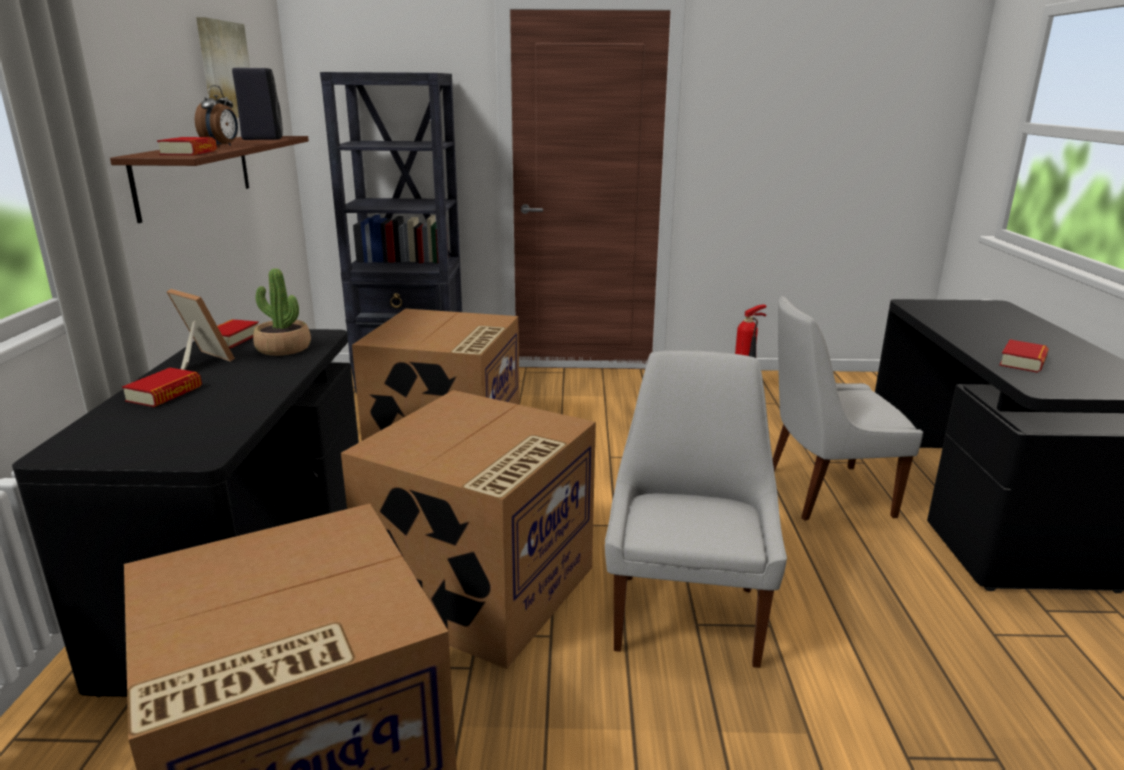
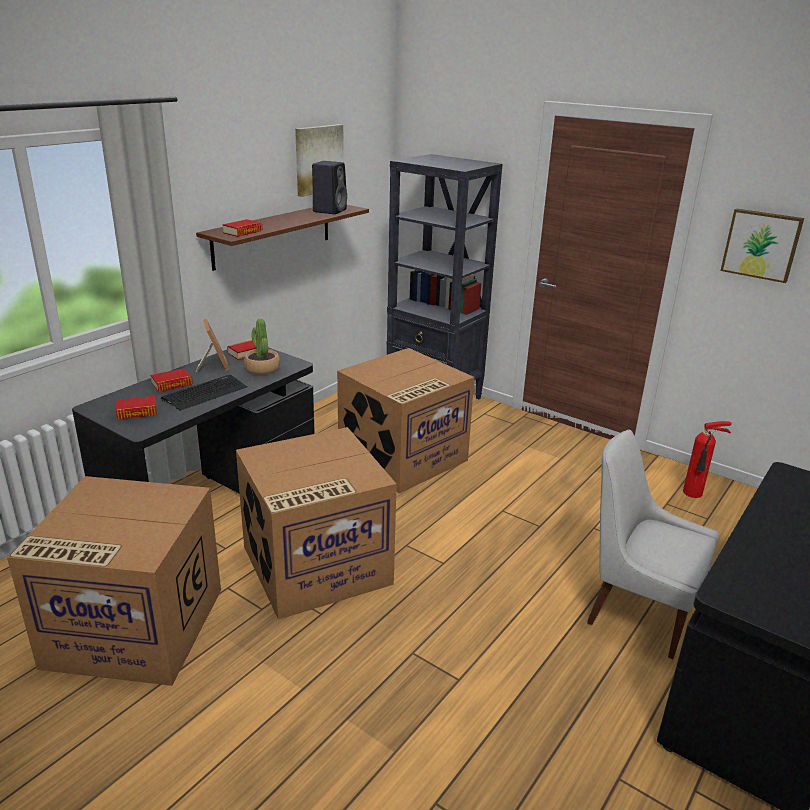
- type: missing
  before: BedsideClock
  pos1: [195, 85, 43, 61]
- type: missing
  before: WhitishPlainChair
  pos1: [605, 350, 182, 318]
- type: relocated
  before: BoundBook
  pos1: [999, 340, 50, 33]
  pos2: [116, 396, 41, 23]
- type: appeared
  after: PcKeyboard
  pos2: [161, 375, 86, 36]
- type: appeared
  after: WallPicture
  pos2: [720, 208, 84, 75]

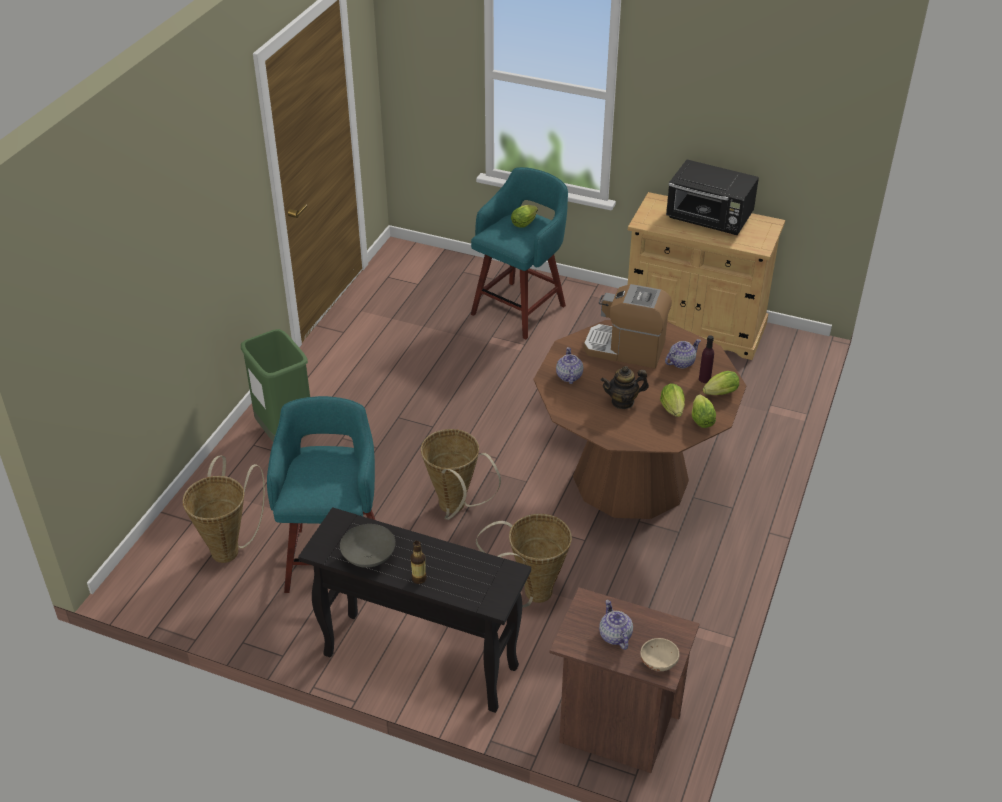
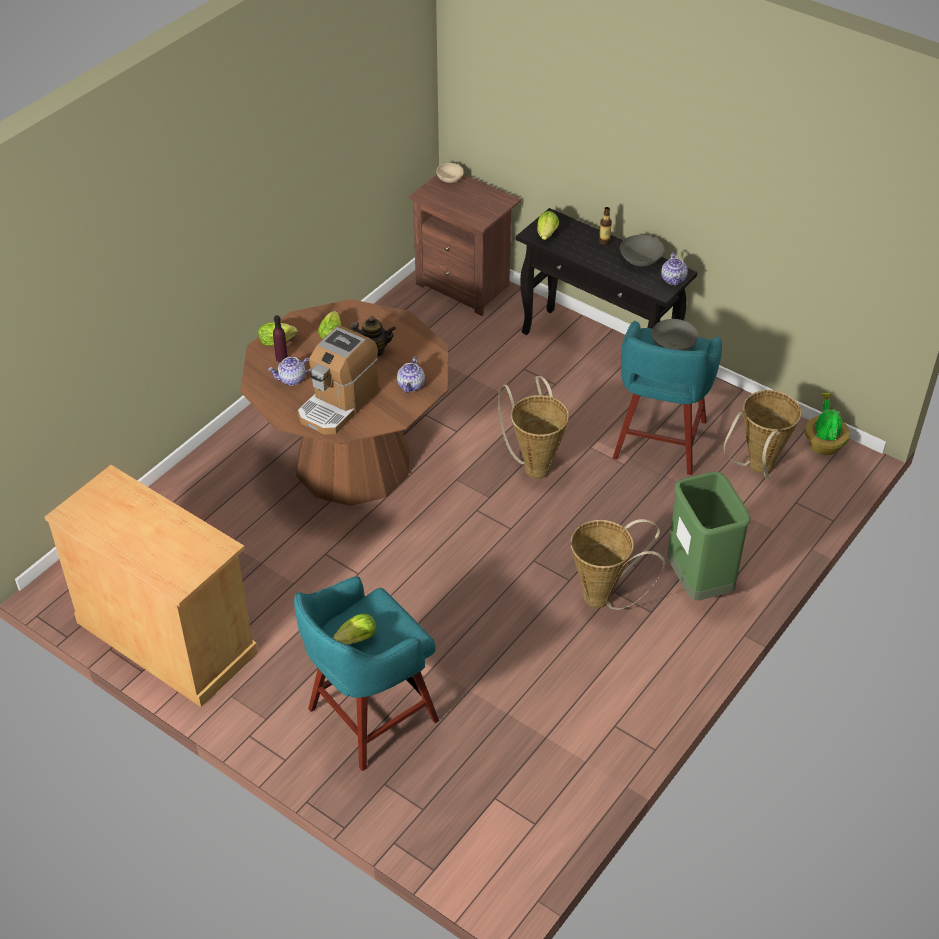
- type: relocated
  before: HouseholdBasket
  pos1: [476, 514, 96, 93]
  pos2: [571, 519, 94, 91]
- type: spun
  before: CoffeeBrewer
  pos1: [584, 284, 88, 84]
  pos2: [298, 326, 81, 109]
  turn: 90
- type: relocated
  before: TeaPot
  pos1: [599, 600, 34, 50]
  pos2: [661, 253, 27, 33]
- type: missing
  before: BlackKitchenMicrowave
  pos1: [666, 160, 93, 75]
- type: relocated
  before: HeadOfLettuce
  pos1: [692, 395, 24, 33]
  pos2: [537, 211, 22, 29]
- type: appeared
  after: GrayBowl
  pos2: [651, 319, 47, 32]
- type: appeared
  after: PlantInAPot
  pos2: [805, 393, 45, 62]

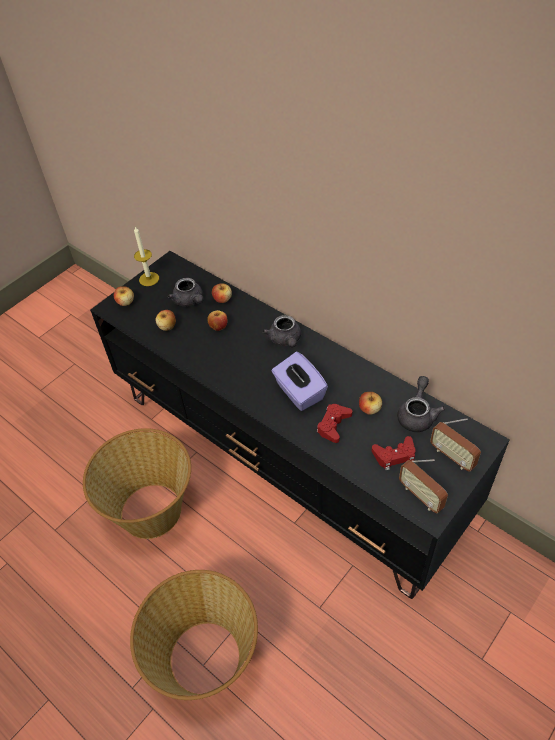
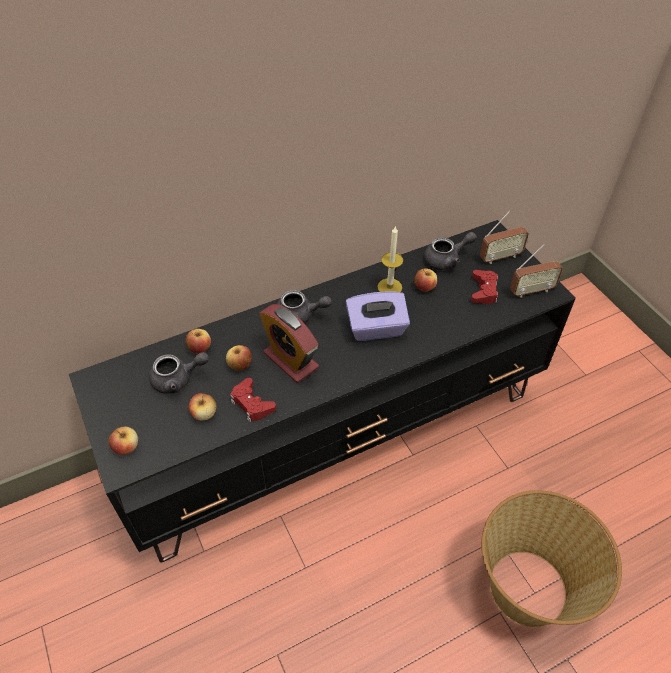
- type: missing
  before: HouseholdBasket
  pos1: [83, 428, 108, 111]
- type: relocated
  before: WaxLight
  pos1: [134, 227, 25, 59]
  pos2: [378, 227, 25, 65]
- type: relocated
  before: RedGameController
  pos1: [317, 404, 35, 39]
  pos2: [230, 378, 46, 44]
- type: spun
  before: GrayTeaPot
  pos1: [397, 376, 48, 56]
  pos2: [424, 232, 53, 38]
  turn: 120
- type: appeared
  after: BedsideClock
  pos2: [260, 304, 59, 79]

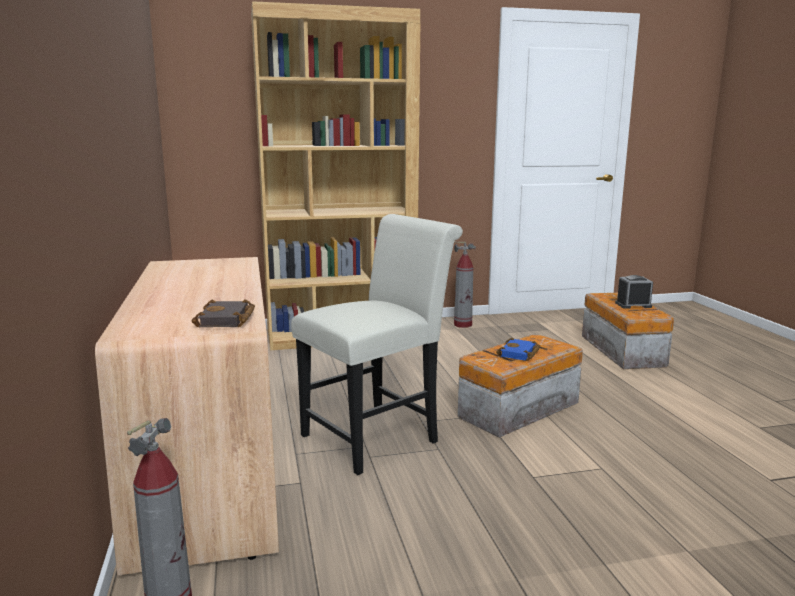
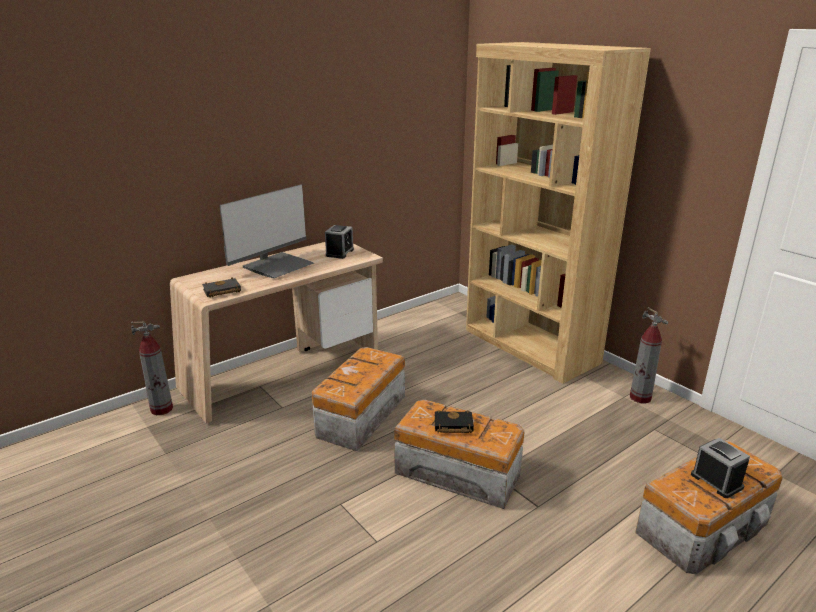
- type: exchanged
  before: WhitishPlainChair
  after: StorageContainer
  pos1: [291, 214, 172, 261]
  pos2: [312, 347, 93, 104]
- type: colour
  before: BluishBoundBook
  after: BlackBoundBook
  pos1: [496, 338, 44, 23]
  pos2: [435, 410, 39, 23]
- type: appeared
  after: ComputerDisplay
  pos2: [219, 184, 95, 94]
- type: appeared
  after: BedsideClock
  pos2: [325, 225, 29, 34]

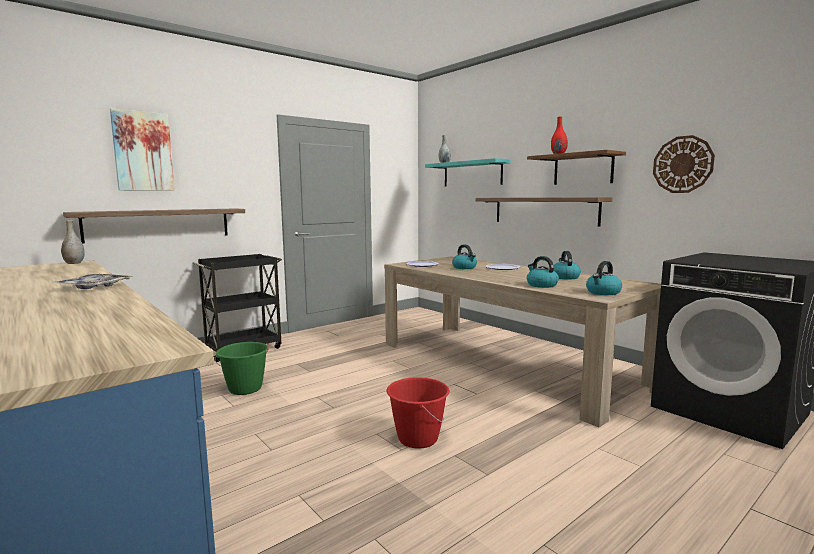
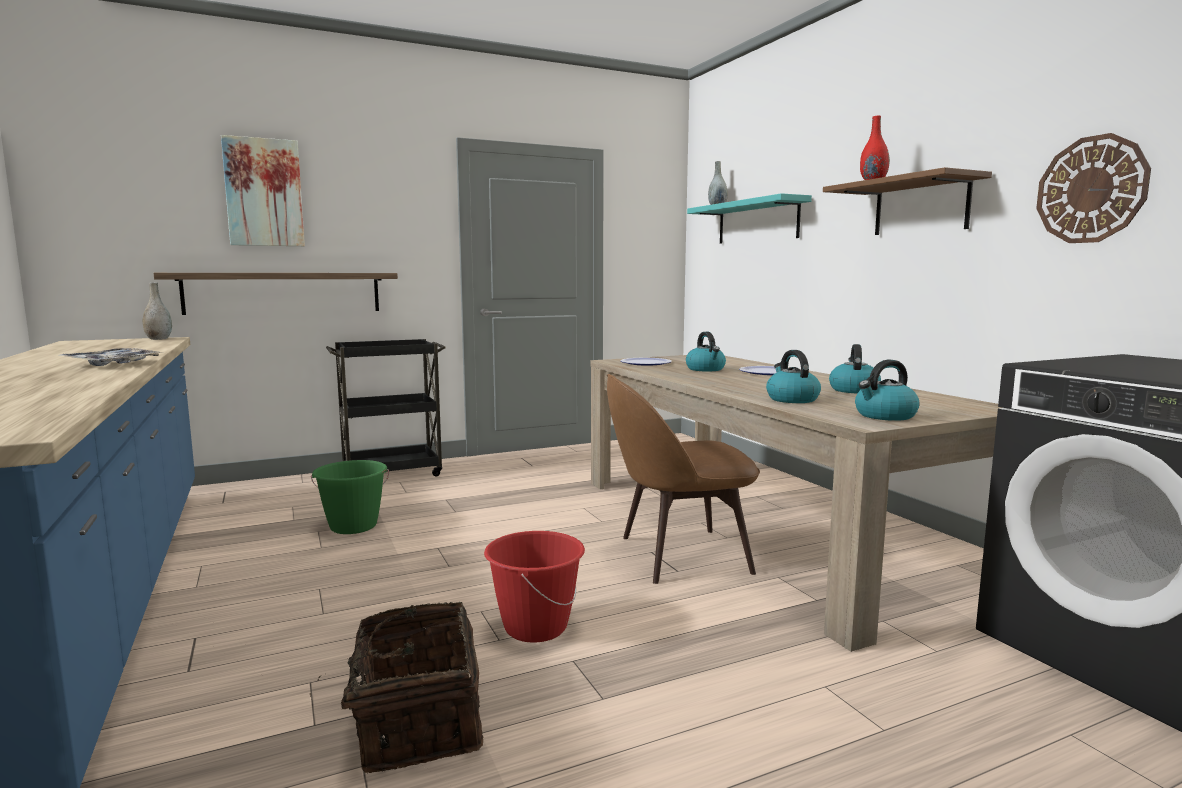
- type: missing
  before: BracketShelf
  pos1: [475, 197, 138, 29]
- type: appeared
  after: HouseholdBasket
  pos2: [310, 602, 173, 172]
- type: appeared
  after: BrownPlainChair
  pos2: [607, 374, 153, 210]

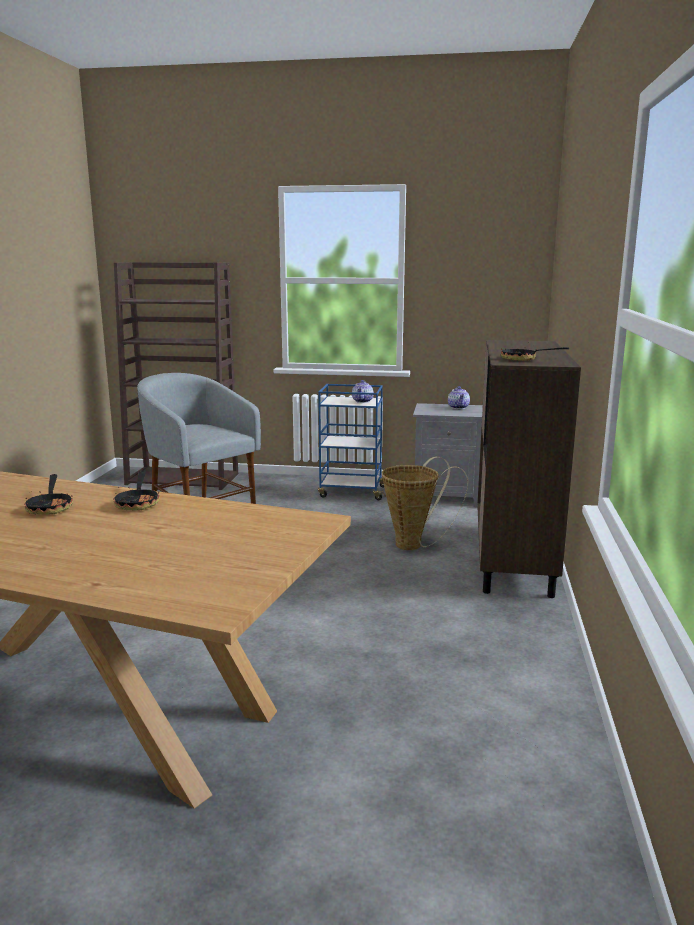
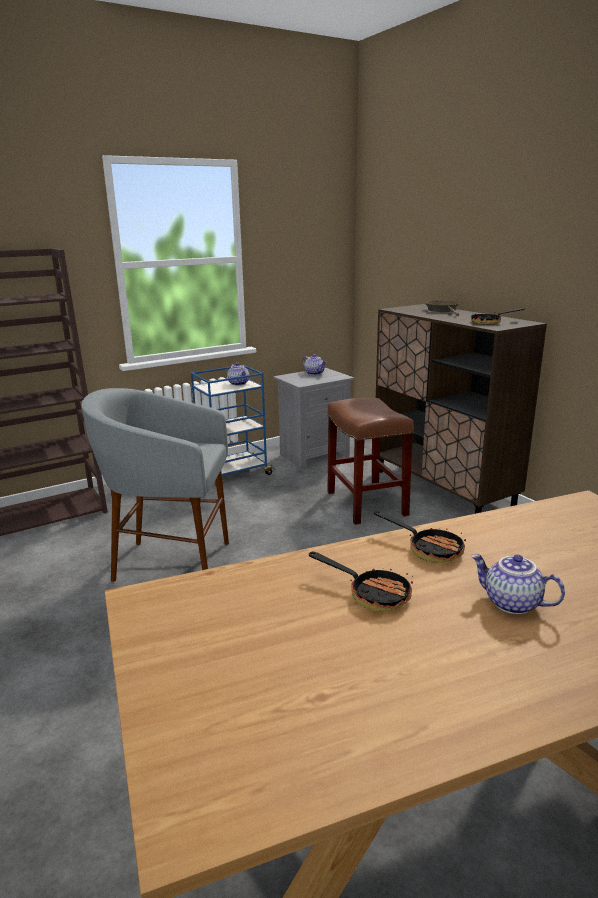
- type: exchanged
  before: HouseholdBasket
  after: BrownStoolSeat
  pos1: [382, 456, 86, 94]
  pos2: [327, 397, 87, 128]
- type: appeared
  after: BrownPan
  pos2: [425, 300, 35, 16]
- type: appeared
  after: TeaPot
  pos2: [471, 554, 94, 60]

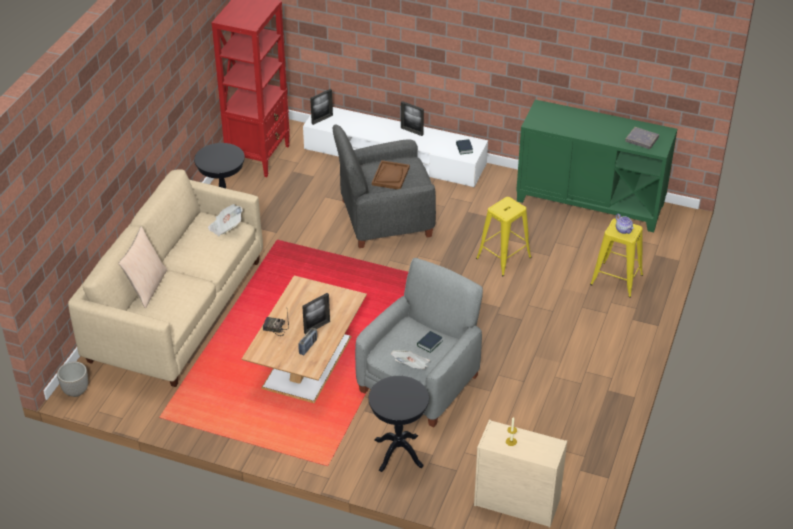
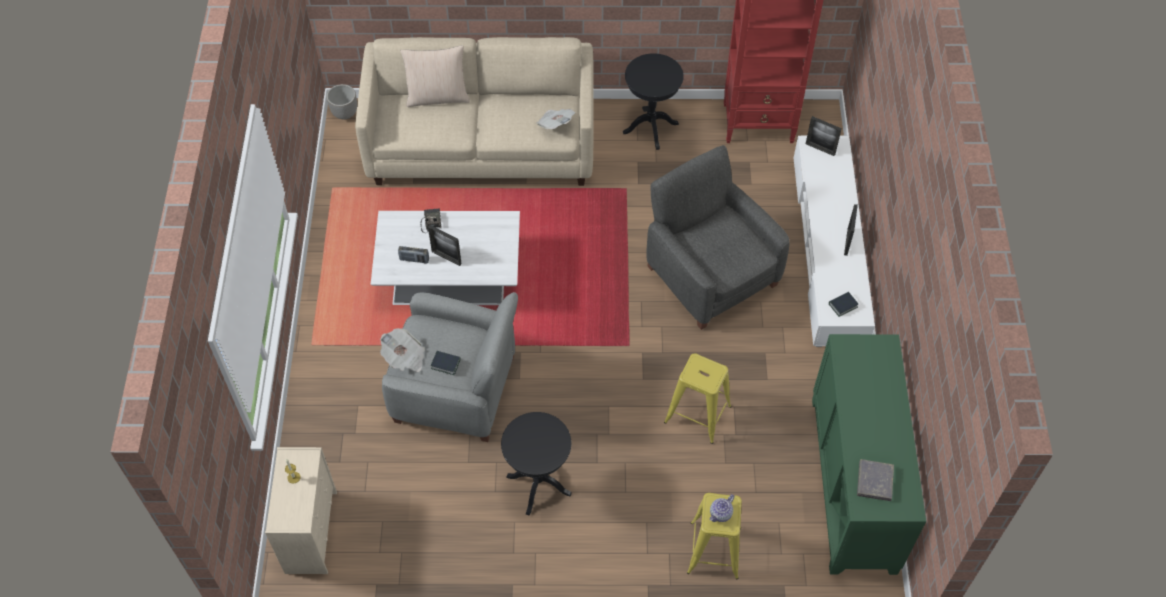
- type: colour
  before: BrownLowTable
  after: WhitishLowTable
  pos1: [242, 275, 125, 128]
  pos2: [371, 211, 149, 94]
- type: relocated
  before: BlackAccentTable
  pos1: [368, 376, 61, 96]
  pos2: [501, 412, 71, 104]
- type: missing
  before: BrownServingTray
  pos1: [372, 160, 38, 29]

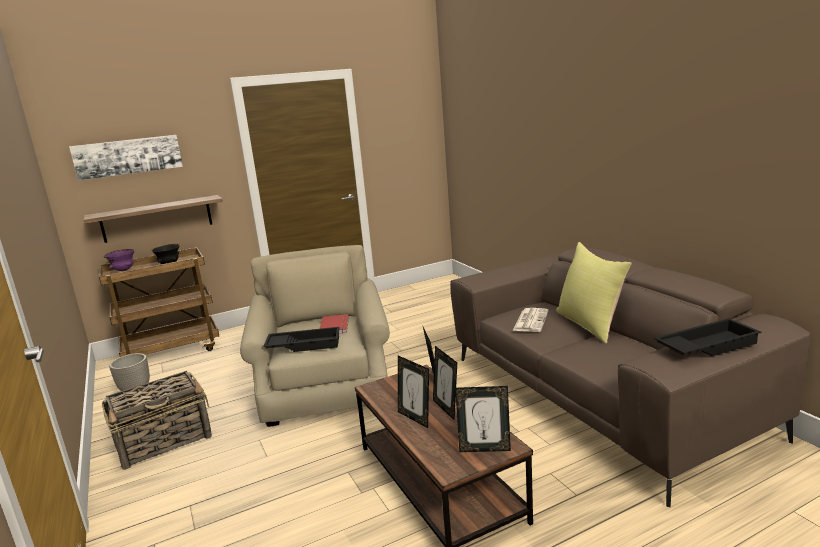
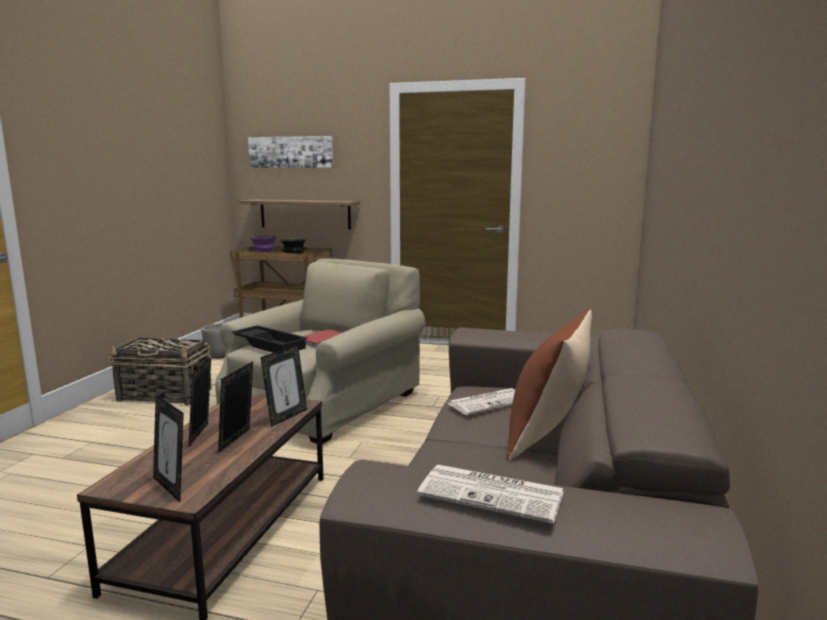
- type: colour
  before: YellowPillow
  after: BrownPillow
  pos1: [556, 242, 76, 102]
  pos2: [506, 309, 86, 151]
- type: exchanged
  before: BlackServingTray
  after: PrintedPaper
  pos1: [654, 318, 108, 38]
  pos2: [417, 465, 147, 59]

